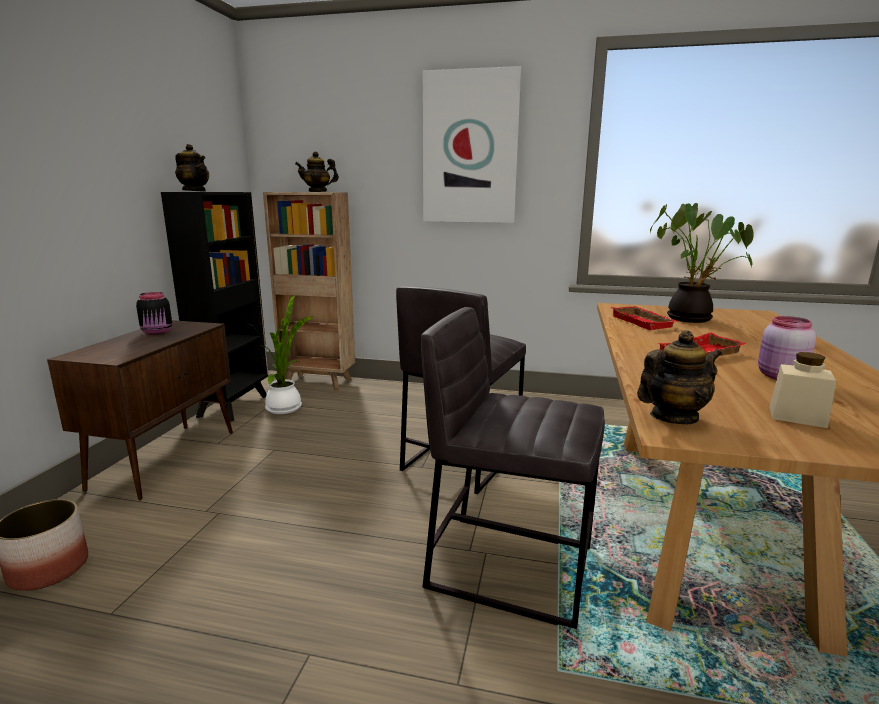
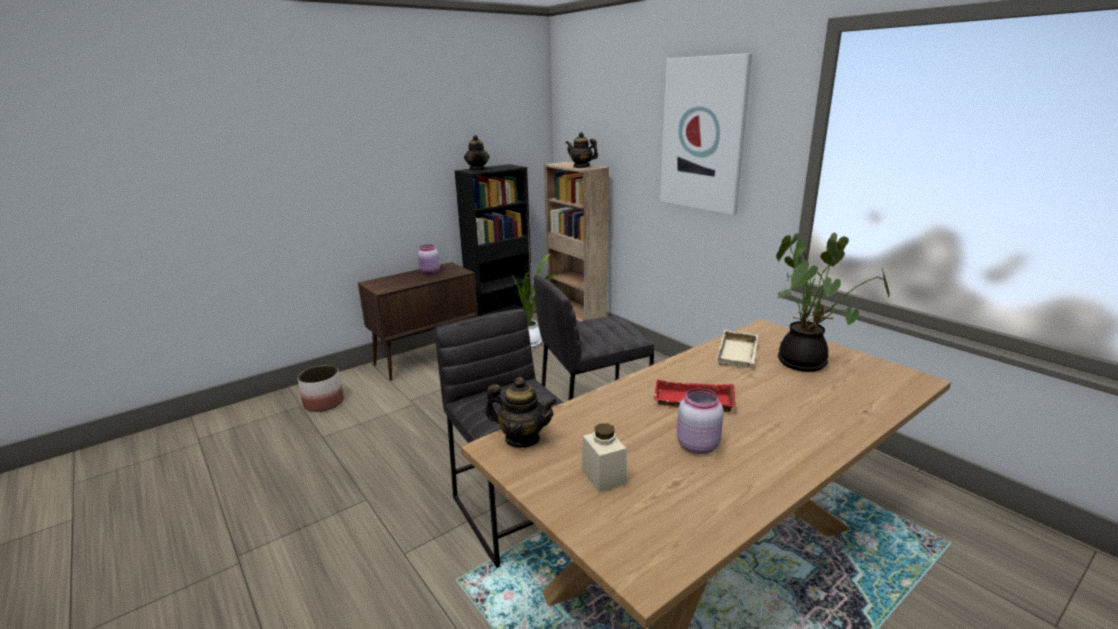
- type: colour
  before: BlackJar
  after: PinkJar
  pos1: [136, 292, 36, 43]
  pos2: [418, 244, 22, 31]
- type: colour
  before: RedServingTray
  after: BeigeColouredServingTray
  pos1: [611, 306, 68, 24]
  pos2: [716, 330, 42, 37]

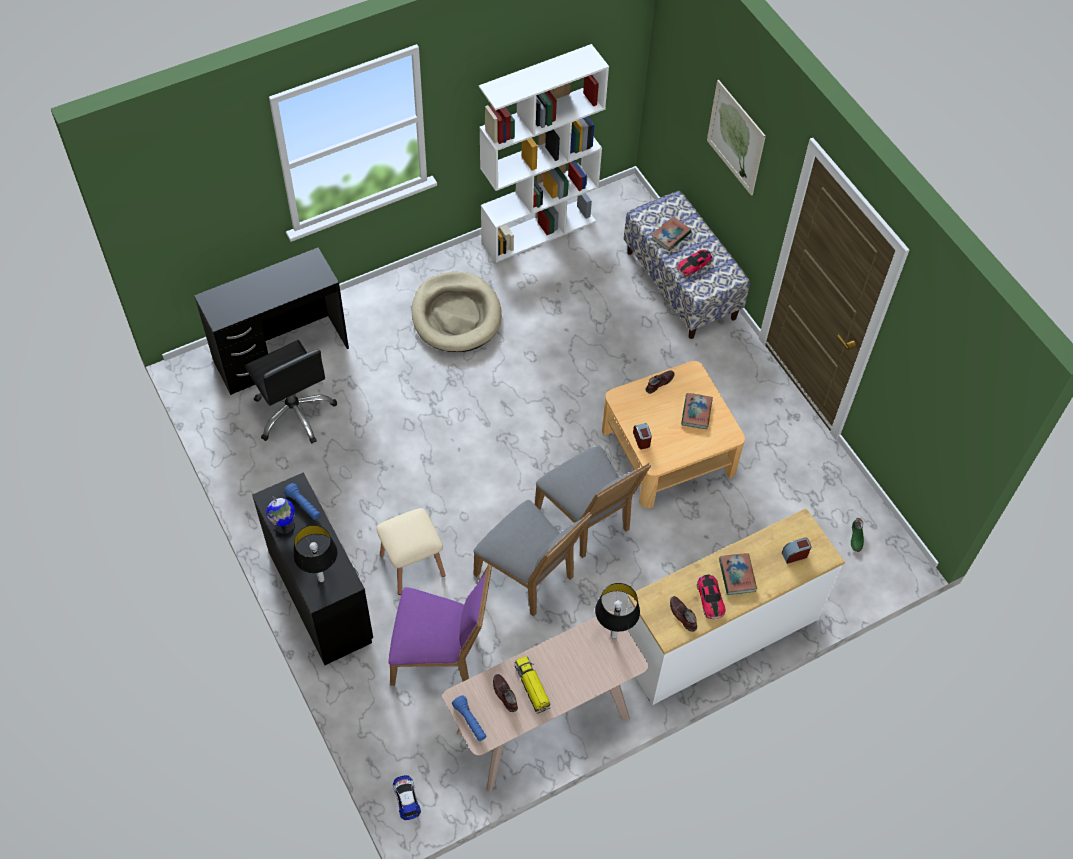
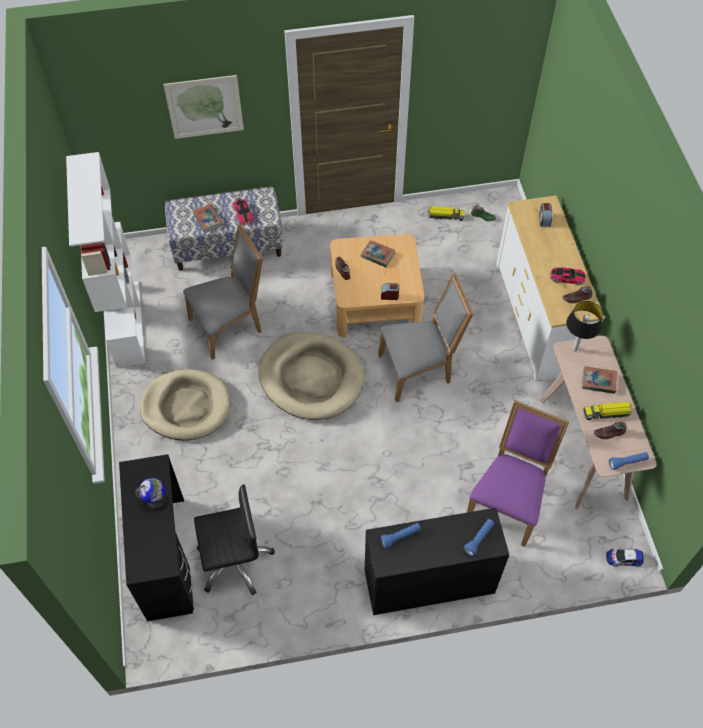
- type: relocated
  before: DeskGlobe
  pos1: [266, 496, 29, 39]
  pos2: [135, 478, 30, 32]
- type: exchanged
  before: TableLamp
  after: BluishTorch
  pos1: [293, 525, 45, 57]
  pos2: [464, 519, 30, 37]
- type: missing
  before: BeigeColouredStoolSeat
  pos1: [376, 508, 69, 87]
- type: relocated
  before: GrayPlainChair
  pos1: [473, 500, 119, 116]
  pos2: [183, 224, 80, 136]
- type: relocated
  before: BoundBook
  pos1: [719, 553, 38, 42]
  pos2: [582, 366, 35, 28]
- type: appeared
  after: BeigeColouredDogBed
  pos2: [258, 332, 106, 88]
- type: appeared
  after: ModelTruck
  pos2: [428, 206, 37, 15]

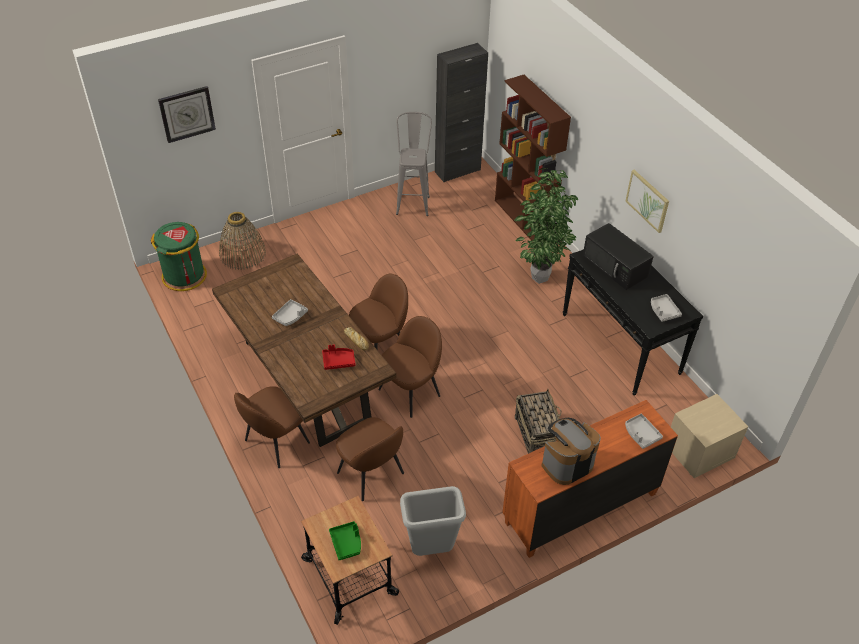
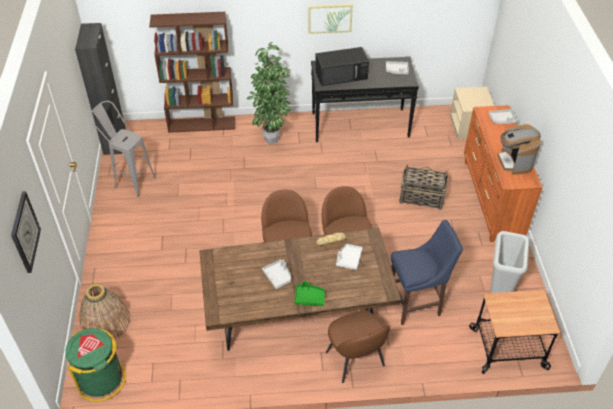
- type: colour
  before: RedServingTray
  after: WhitishServingTray
  pos1: [322, 344, 34, 26]
  pos2: [336, 244, 27, 26]
- type: relocated
  before: GreenishServingTray
  pos1: [329, 521, 32, 39]
  pos2: [294, 281, 31, 25]
- type: exchanged
  before: BrownPlainChair
  after: BluishStoolSeat
  pos1: [336, 417, 68, 84]
  pos2: [391, 220, 72, 105]

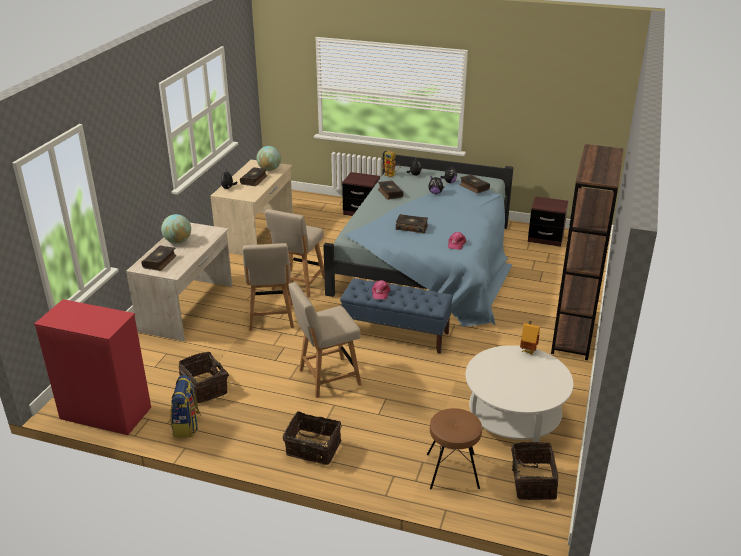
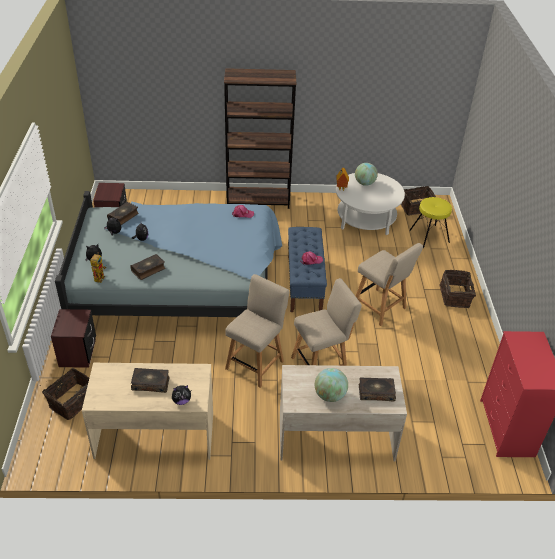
- type: missing
  before: Knapsack
  pos1: [170, 375, 31, 63]
- type: relocated
  before: HouseholdBasket
  pos1: [179, 352, 50, 51]
  pos2: [42, 368, 47, 52]
- type: relocated
  before: DeskGlobe
  pos1: [256, 146, 25, 25]
  pos2: [355, 163, 23, 23]
- type: spun
  before: BeigeColouredPlainChair
  pos1: [265, 209, 60, 89]
  pos2: [225, 274, 64, 114]
  turn: -60
- type: missing
  before: BoundBook
  pos1: [396, 214, 32, 20]
- type: colour
  before: BrownStoolSeat
  after: YellowStoolSeat
  pos1: [427, 408, 55, 81]
  pos2: [409, 197, 43, 51]

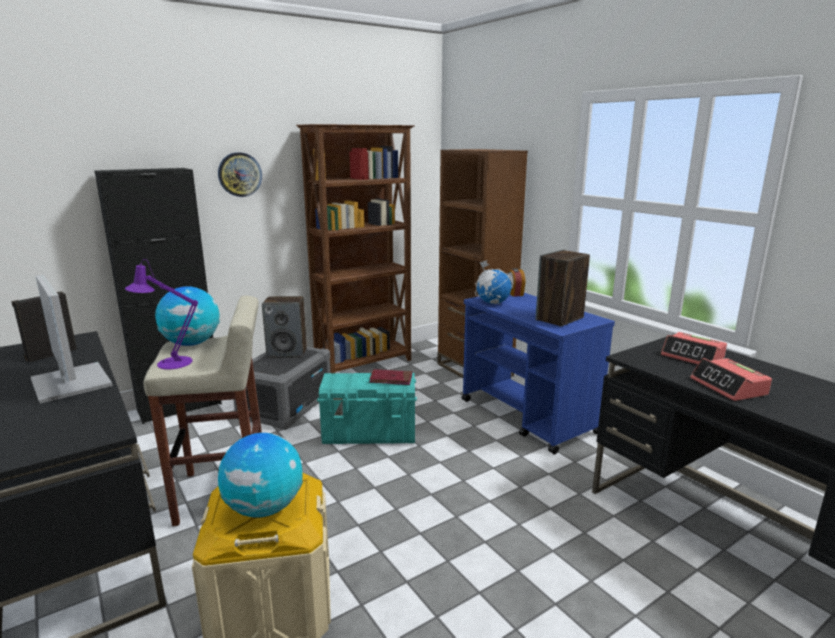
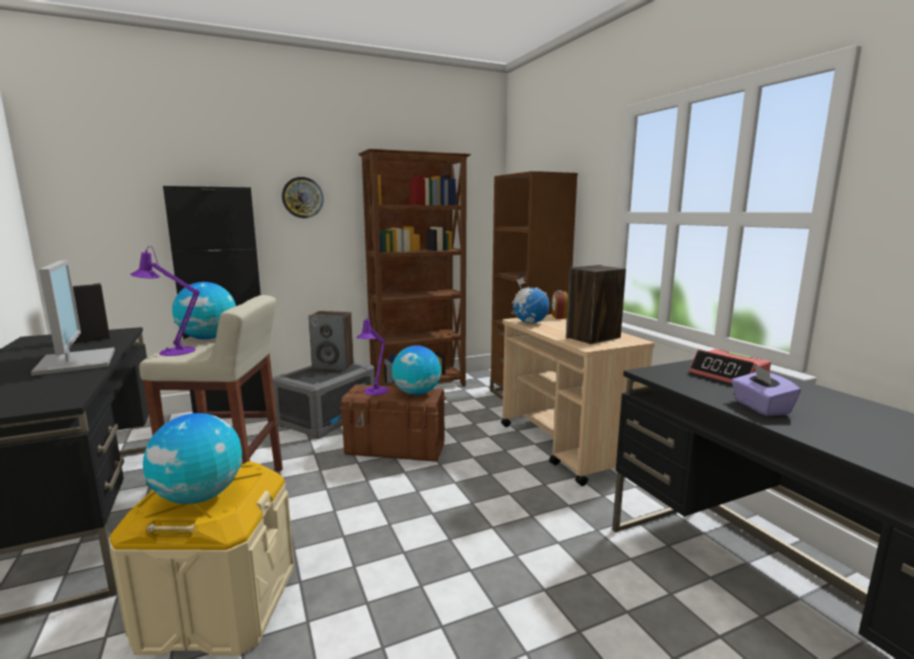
- type: colour
  before: TurquoiseColouredStorageContainer
  after: BrownStorageContainer
  pos1: [317, 373, 100, 71]
  pos2: [339, 384, 107, 78]
- type: exchanged
  before: RedBoundBook
  after: DeskGlobe
  pos1: [369, 369, 43, 16]
  pos2: [392, 346, 49, 49]
- type: colour
  before: BluishTrolley
  after: BeigeColouredTrolley
  pos1: [462, 293, 153, 162]
  pos2: [501, 314, 154, 172]
- type: exchanged
  before: BedsideClock
  after: PurpleColouredBoxOfTissues
  pos1: [690, 358, 82, 43]
  pos2: [732, 364, 69, 52]
- type: appeared
  after: PurpleColouredTableLamp
  pos2: [356, 314, 33, 81]

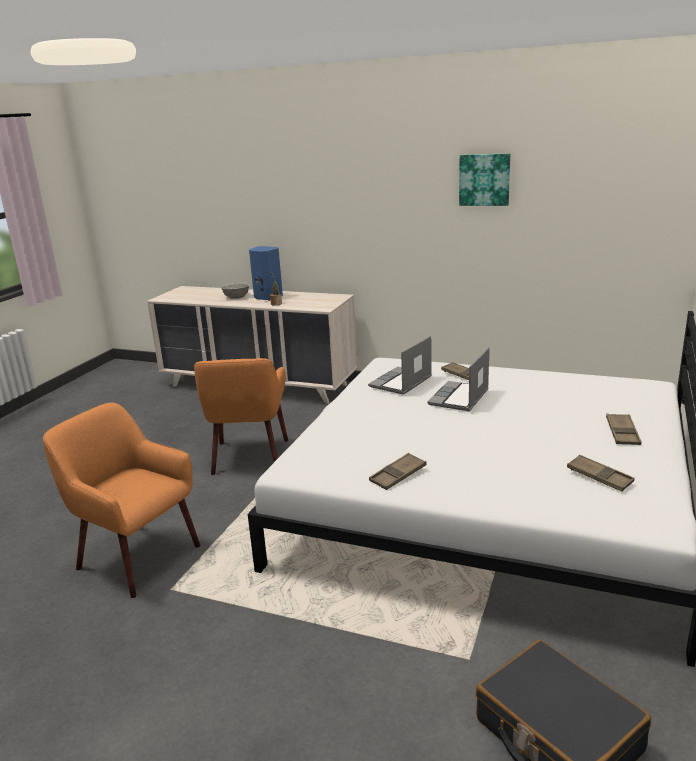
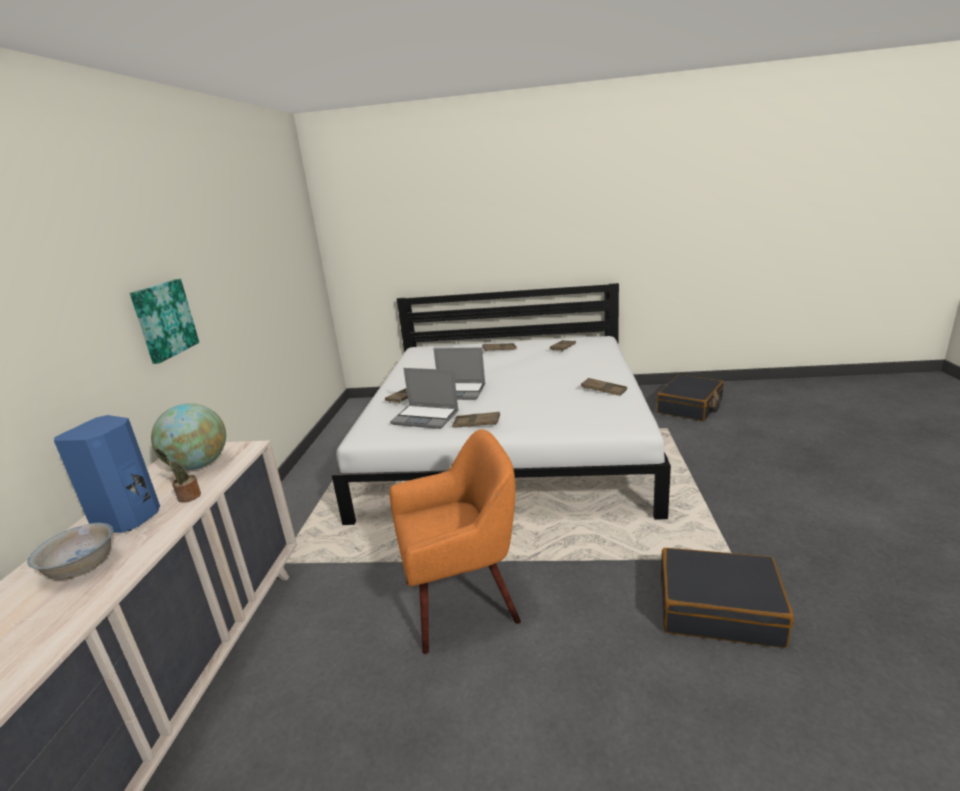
- type: exchanged
  before: OrangeEasyChair
  after: BlackSuitcase
  pos1: [43, 402, 157, 196]
  pos2: [661, 548, 133, 100]
- type: relocated
  before: WallPicture
  pos1: [459, 153, 52, 53]
  pos2: [130, 279, 69, 85]
- type: appeared
  after: DeskGlobe
  pos2: [151, 403, 75, 67]
- type: appeared
  after: BrownServingTray
  pos2: [452, 412, 48, 16]

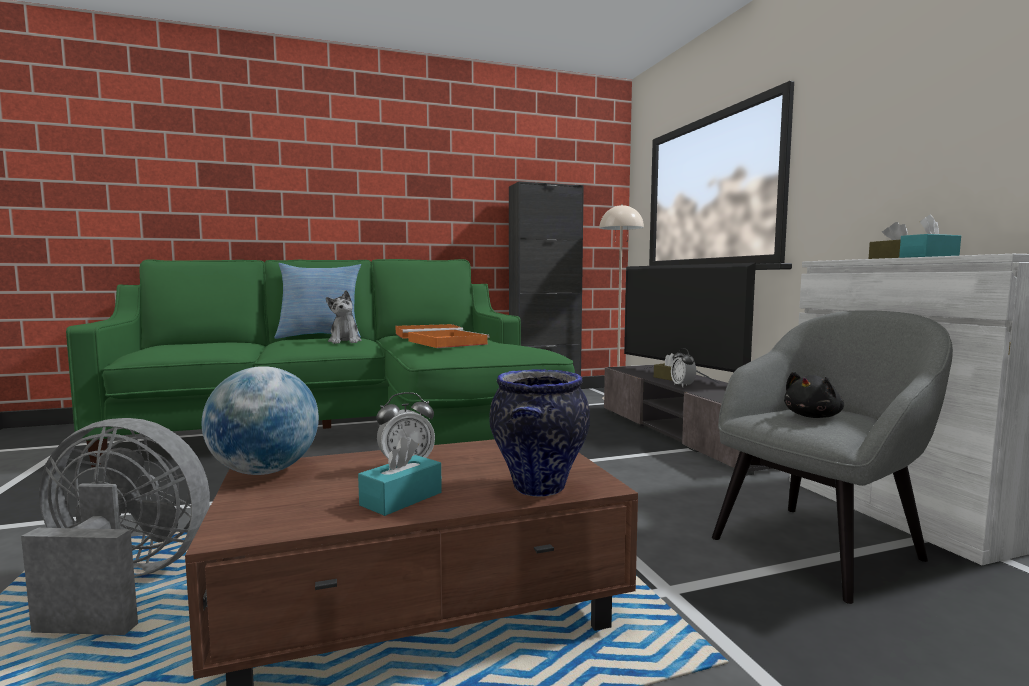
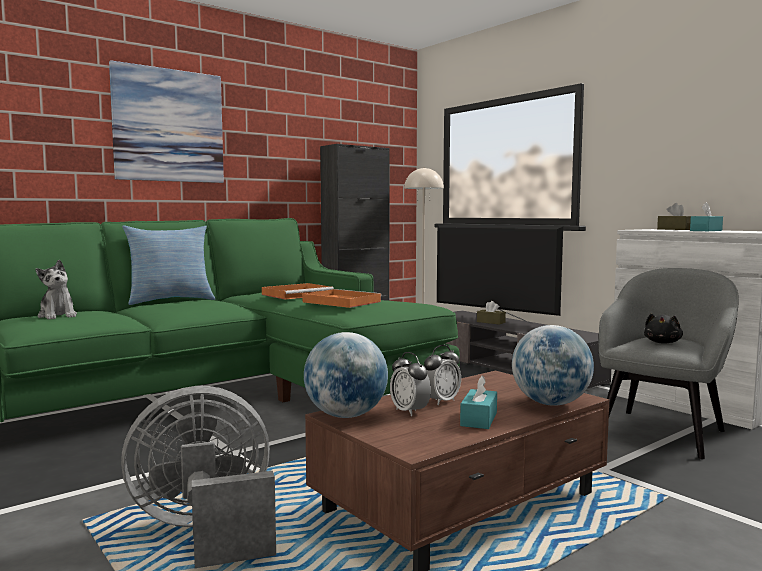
- type: relocated
  before: CuddlyToy
  pos1: [326, 290, 35, 54]
  pos2: [35, 260, 42, 60]
- type: exchanged
  before: DecorativeVase
  after: DeskGlobe
  pos1: [489, 369, 101, 128]
  pos2: [512, 325, 82, 81]
- type: relocated
  before: BedsideClock
  pos1: [671, 348, 25, 39]
  pos2: [390, 352, 41, 64]
- type: appeared
  after: WallPicture
  pos2: [109, 60, 115, 123]

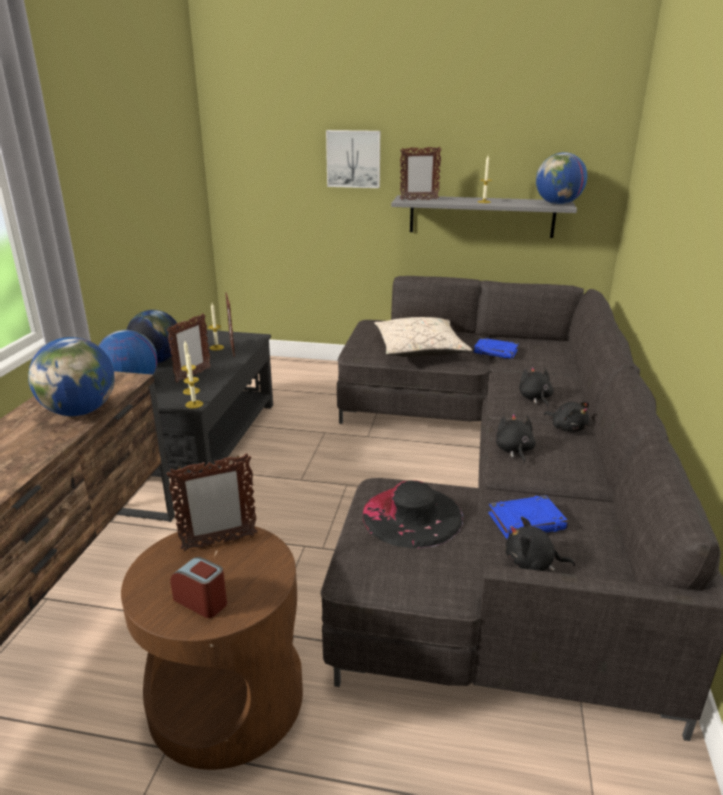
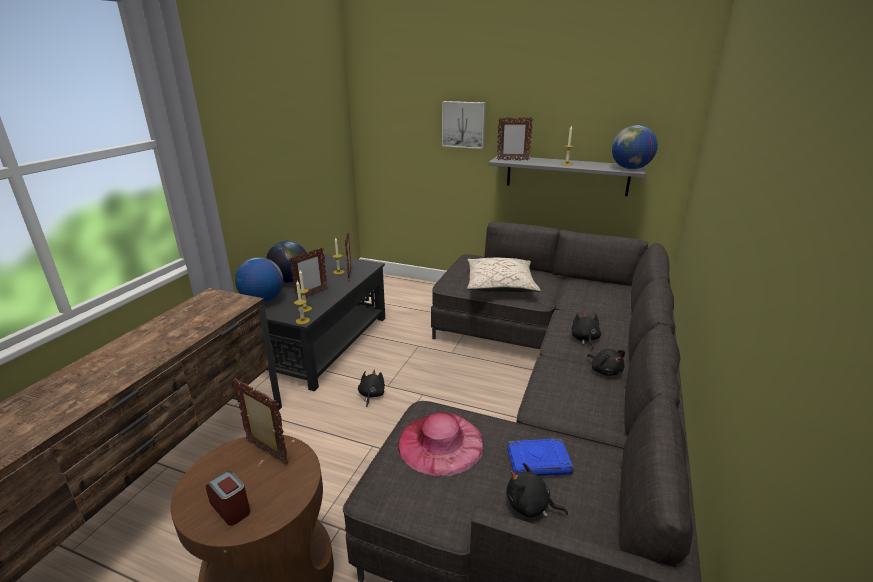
- type: missing
  before: DeskGlobe
  pos1: [28, 337, 87, 79]
- type: spun
  before: PictureFrame
  pos1: [167, 453, 90, 98]
  pos2: [233, 378, 55, 87]
  turn: -135
- type: colour
  before: BlackHat
  after: PinkHat
  pos1: [362, 480, 101, 68]
  pos2: [398, 412, 87, 64]
- type: missing
  before: BluishBoundBook
  pos1: [473, 338, 46, 21]
- type: relocated
  before: BlackCuddlyToy
  pos1: [496, 414, 40, 50]
  pos2: [358, 370, 27, 37]

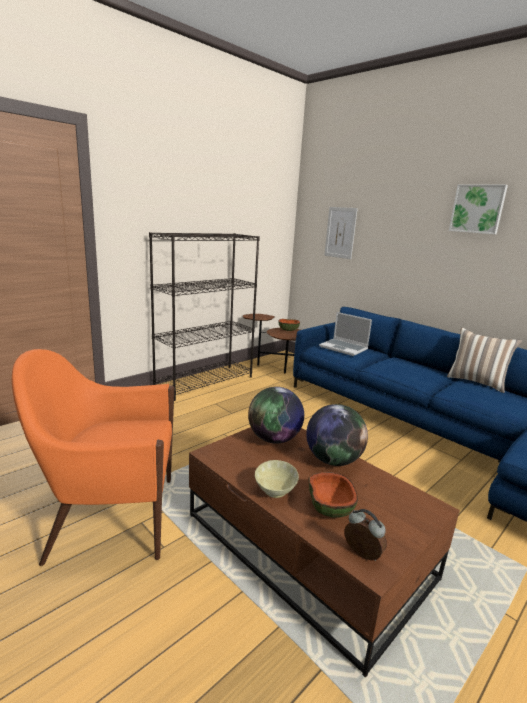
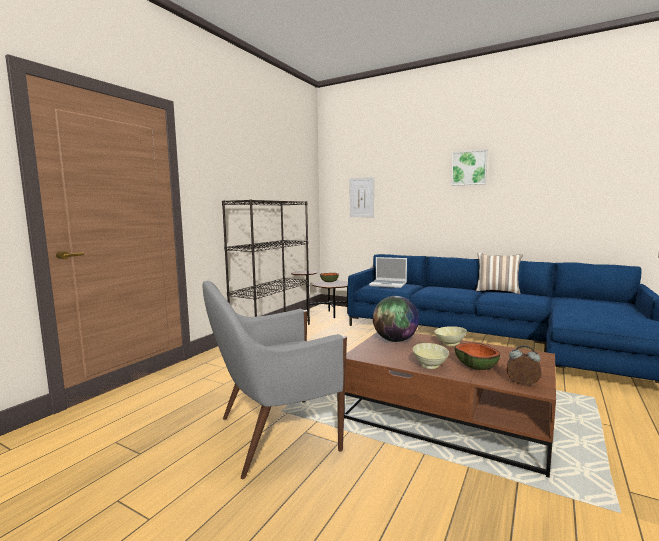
- type: colour
  before: OrangeEasyChair
  after: GrayEasyChair
  pos1: [11, 349, 163, 217]
  pos2: [202, 281, 145, 198]
- type: exchanged
  before: DeskGlobe
  after: BeigeColouredBowl
  pos1: [306, 404, 62, 62]
  pos2: [434, 326, 33, 21]

